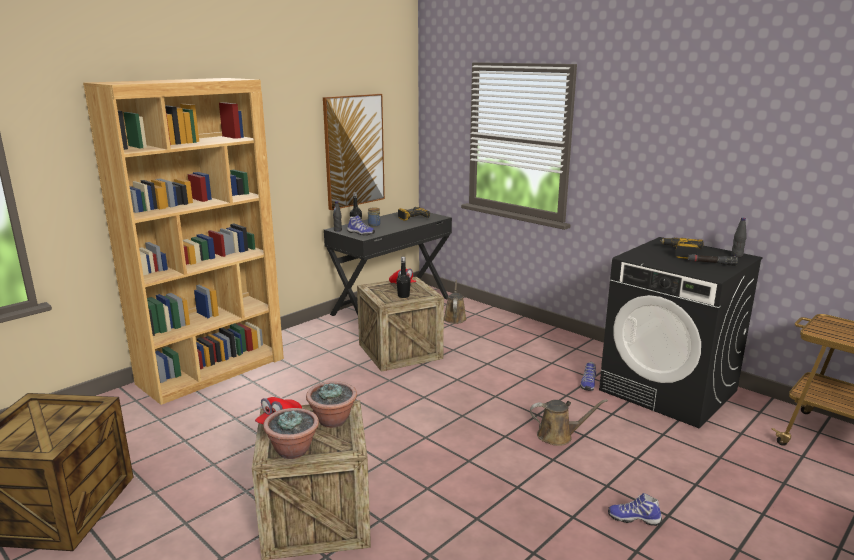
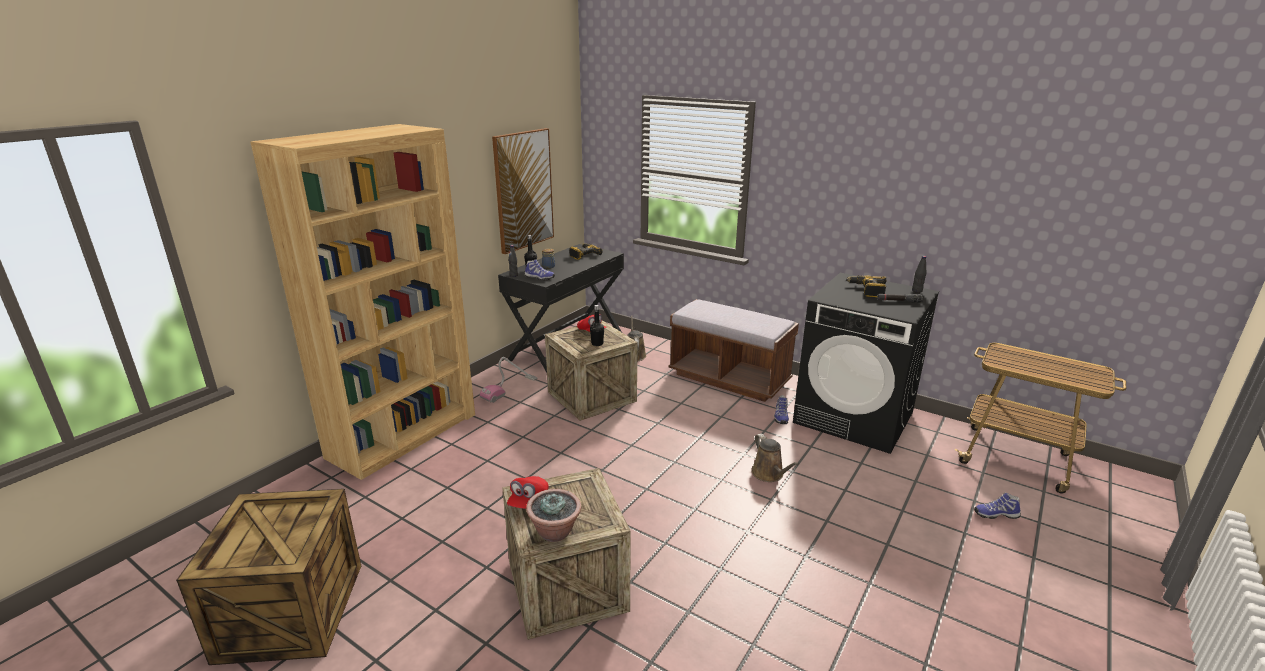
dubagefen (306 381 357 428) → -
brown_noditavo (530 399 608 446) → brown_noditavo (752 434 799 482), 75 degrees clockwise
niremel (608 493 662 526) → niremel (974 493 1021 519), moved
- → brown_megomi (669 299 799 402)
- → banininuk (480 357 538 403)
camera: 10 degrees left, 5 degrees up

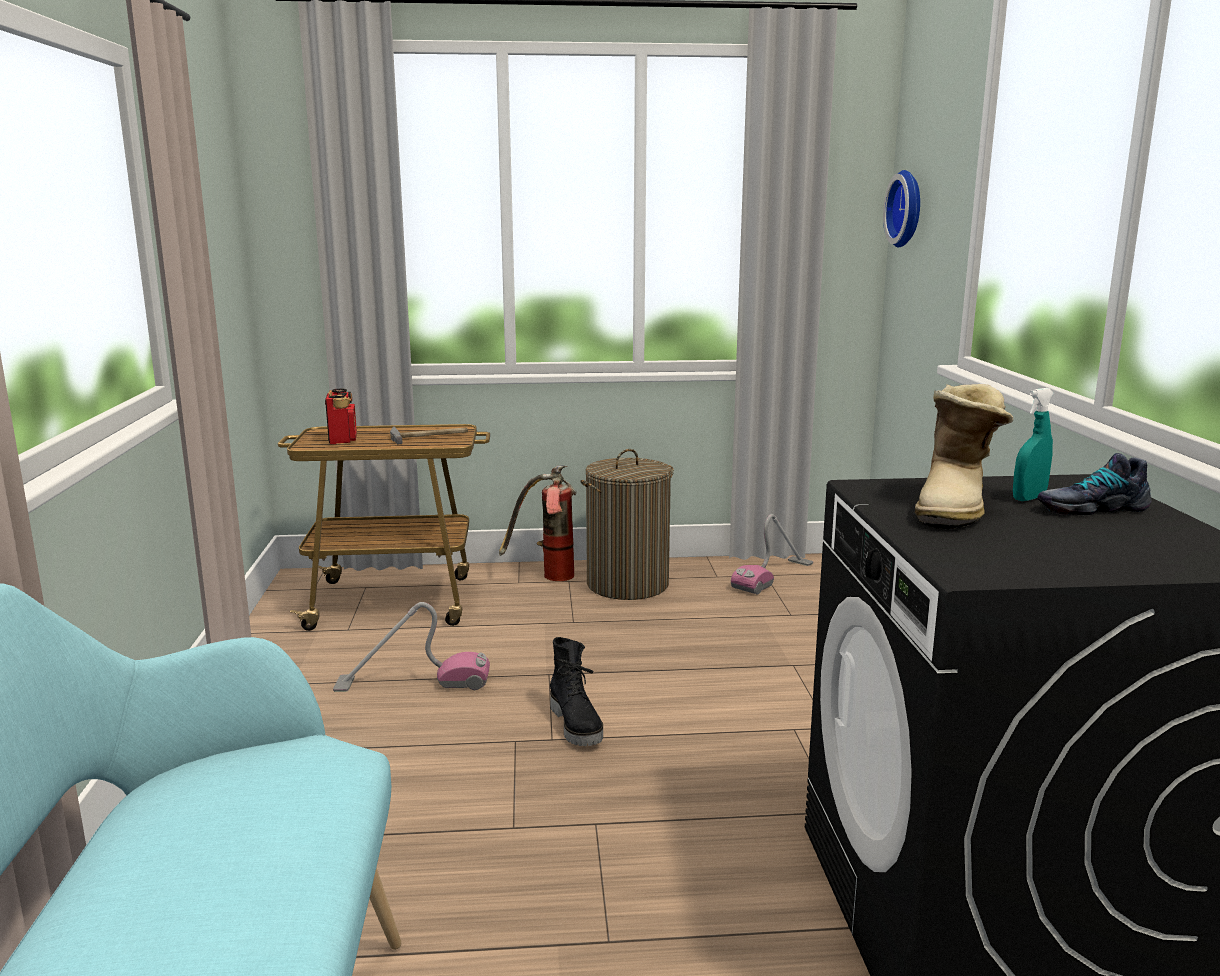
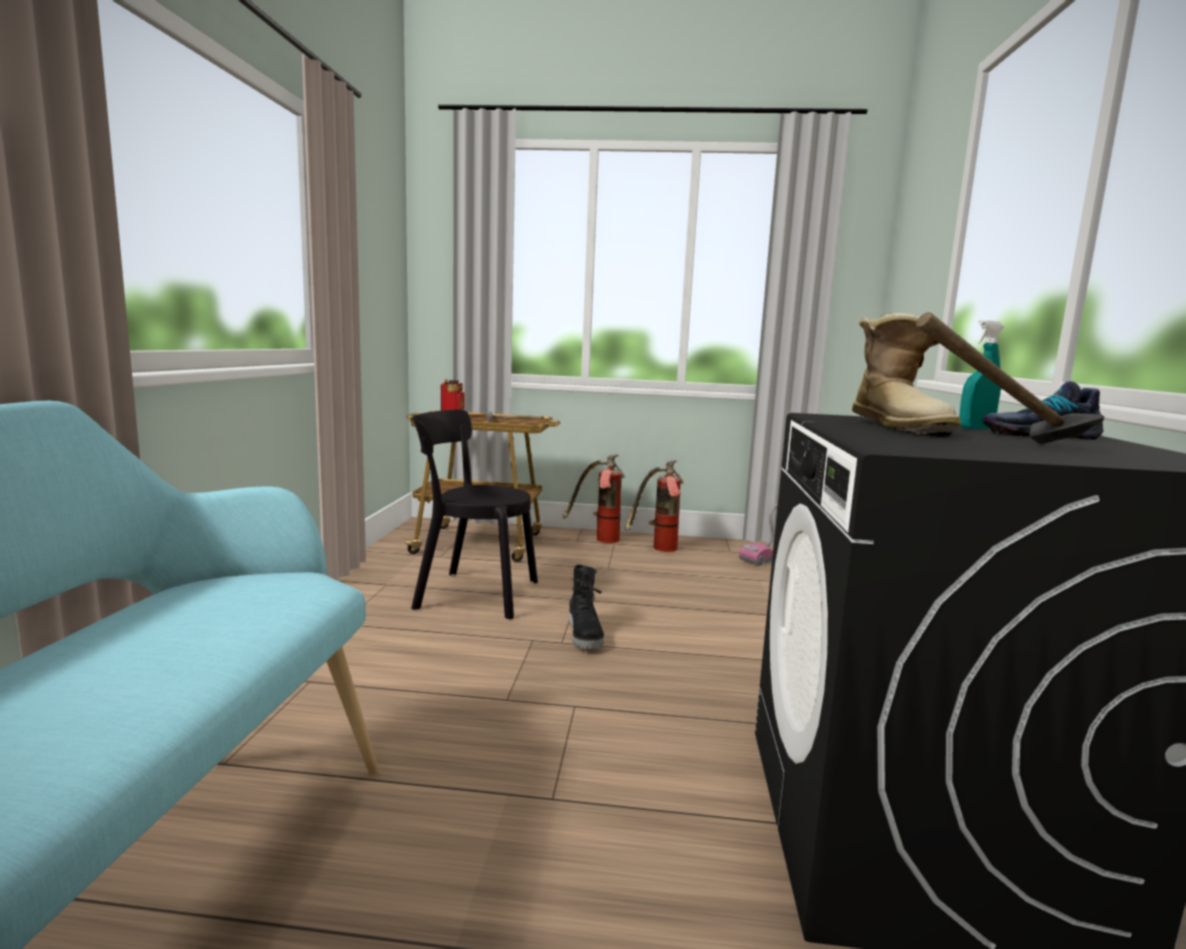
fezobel (883 170 920 247) → -
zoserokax (915 384 1013 530) → zoserokax (852 313 961 437), 45 degrees counterclockwise
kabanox (580 449 674 600) → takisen (625 460 683 552)
banininuk (333 602 490 692) → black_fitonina (411 409 538 619)
- → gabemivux (916 312 1104 444)
camera: 10 degrees right, 5 degrees down

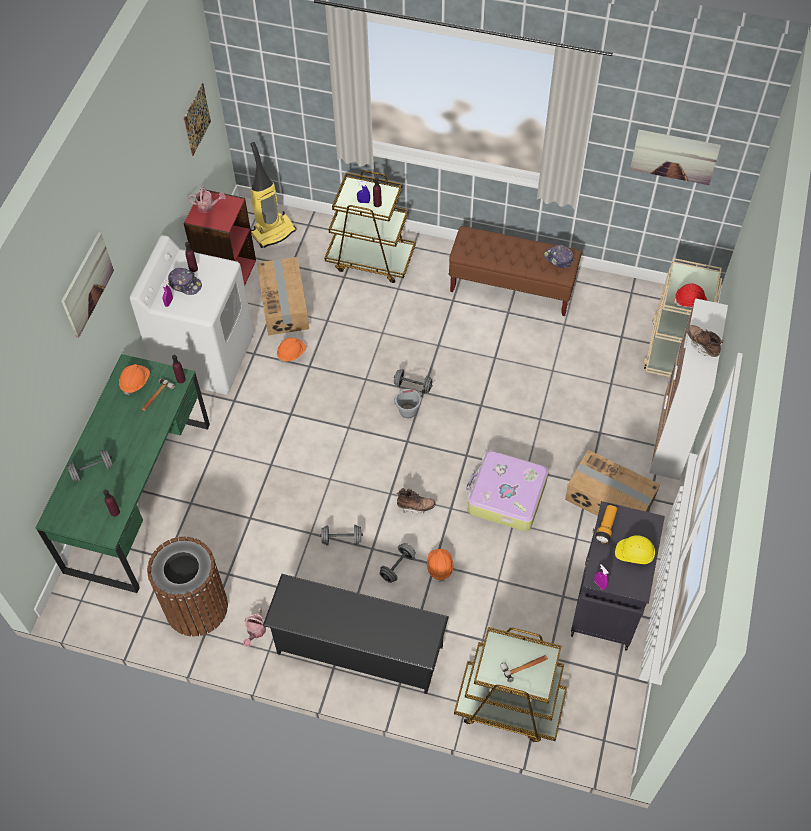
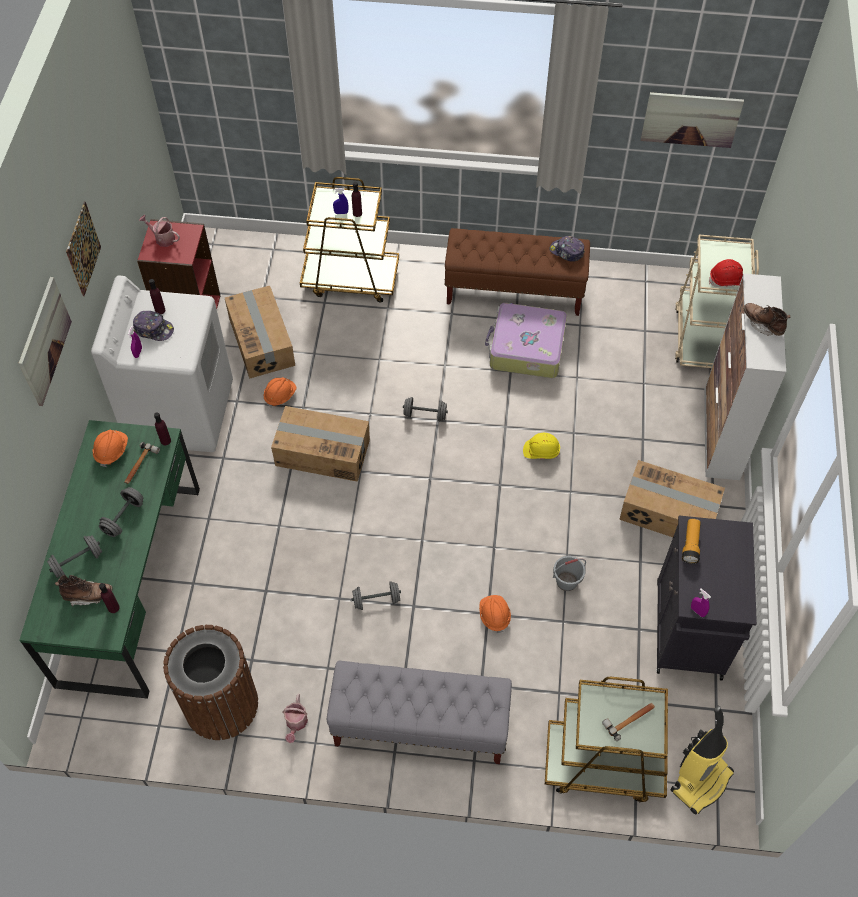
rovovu (184 83 211 156) → rovovu (66 202 101 296), moved
banininuk (250 142 296 248) → banininuk (670 706 734 815), moved
noditavo (187 187 226 213) → noditavo (139 215 180 247), 150 degrees counterclockwise
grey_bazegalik (394 389 422 418) → grey_bazegalik (553 556 586 591), moved
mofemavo (466 450 549 532) → mofemavo (485 303 567 378), moved
brown_zoserokax (397 488 436 513) → brown_zoserokax (55 575 113 607), moved
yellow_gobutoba (615 535 655 564) → yellow_gobutoba (523 433 560 459), moved
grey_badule (379 543 416 583) → grey_badule (99 487 143 537), moved
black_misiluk (263 574 449 694) → grey_megomi (327 661 512 764)
- → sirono (271 406 370 482)
camera: 10 degrees left, 0 degrees up

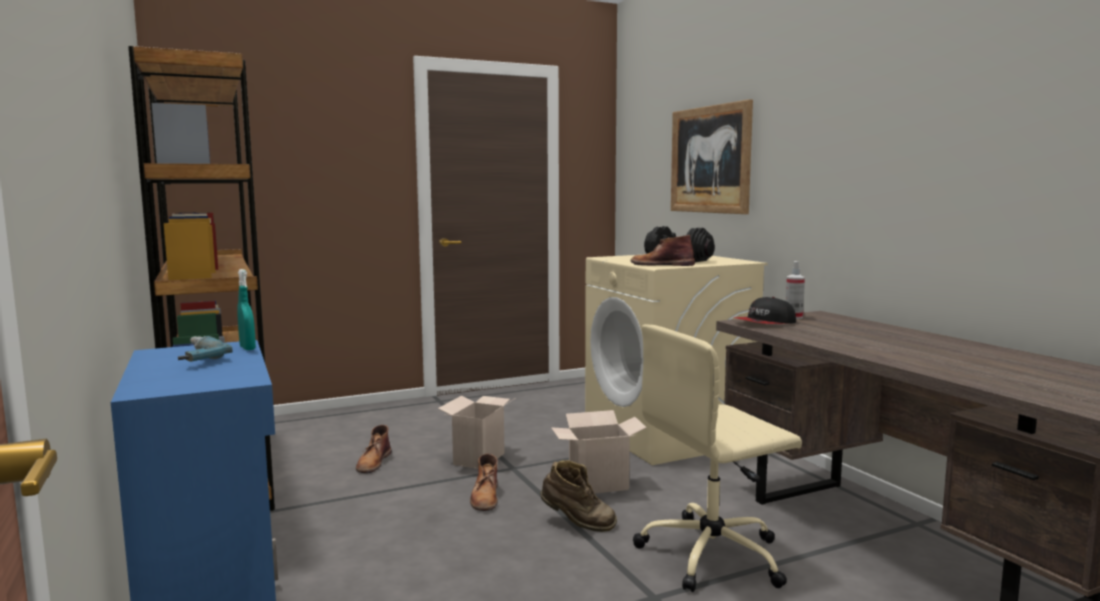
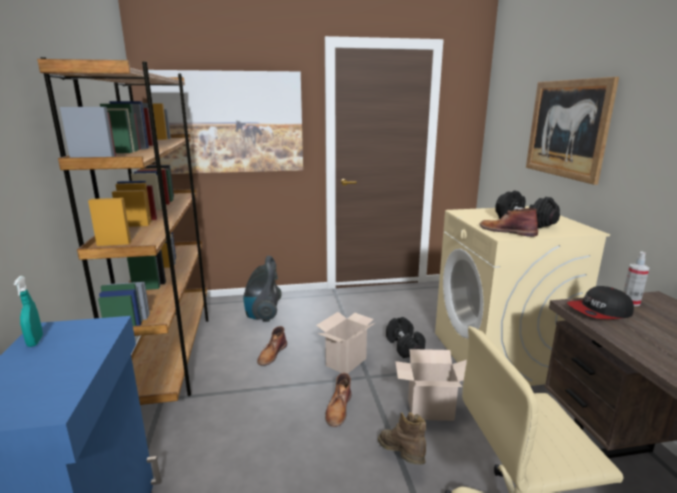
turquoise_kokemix (237 269 256 350) → turquoise_kokemix (13 276 43 347), moved
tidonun (178 336 232 362) → -
brown_zoserokax (540 460 617 532) → brown_zoserokax (378 412 426 465), 150 degrees counterclockwise
- → rovovu (148 70 303 174)
- → banininuk (243 256 282 322)
- → black_badule (386 317 426 358)
camera: 15 degrees right, 10 degrees up

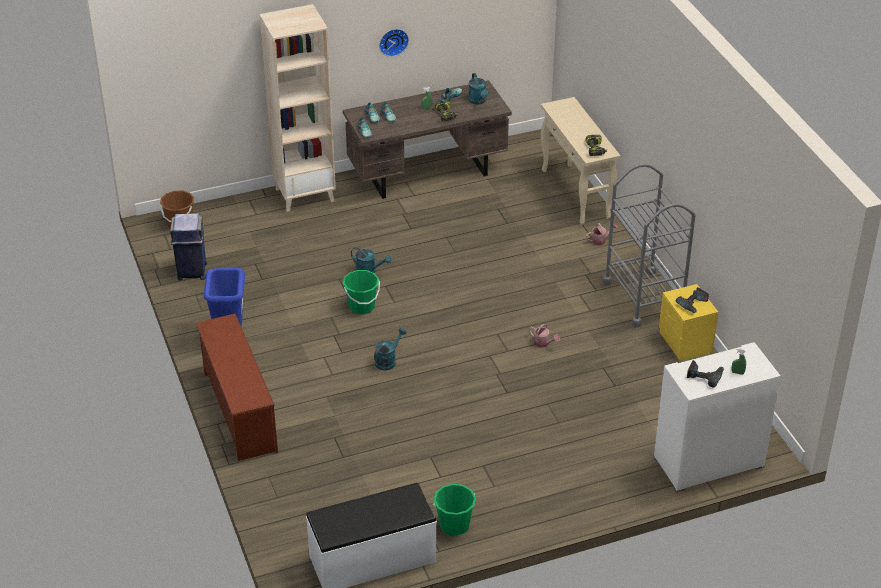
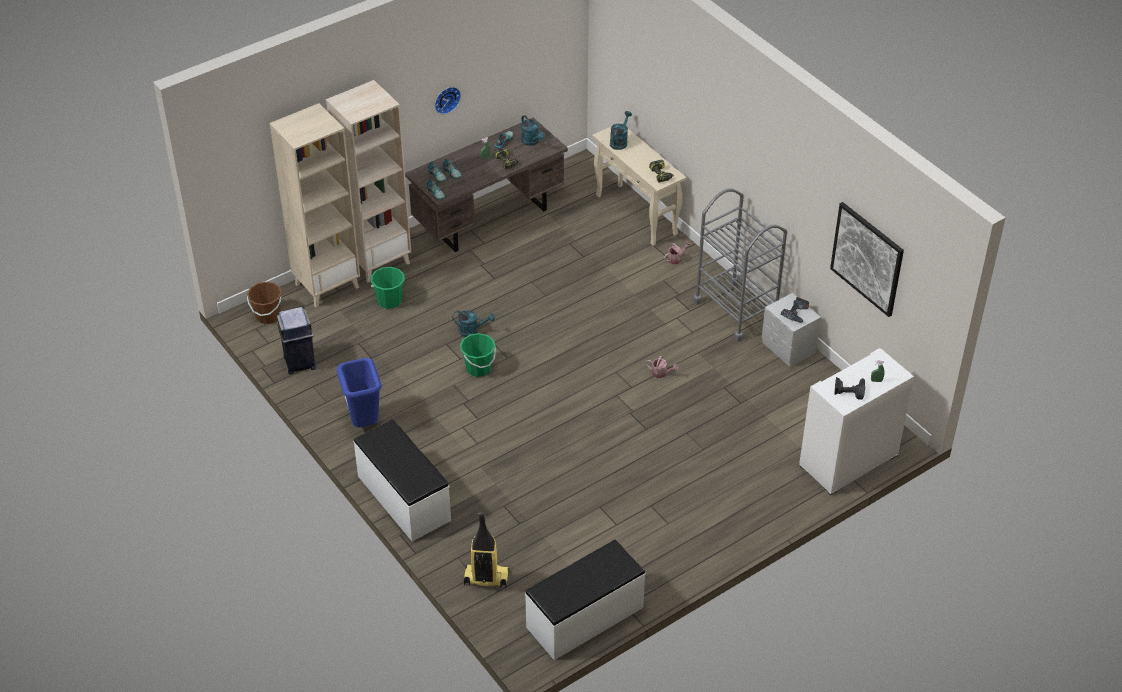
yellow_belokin (659 284 718 361) → grey_belokin (762 293 821 367)
brown_misiluk (196 314 278 461) → white_megomi (354 419 451 541)
turquoise_noditavo (374 328 406 370) → turquoise_noditavo (610 111 632 150), moved
green_bazegalik (433 484 476 536) → green_bazegalik (371 267 404 309), moved
- → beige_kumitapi (269 103 360 307)
- → rovovu (830 202 904 317)
- → banininuk (464 512 510 588)
camera: 15 degrees left, 5 degrees up

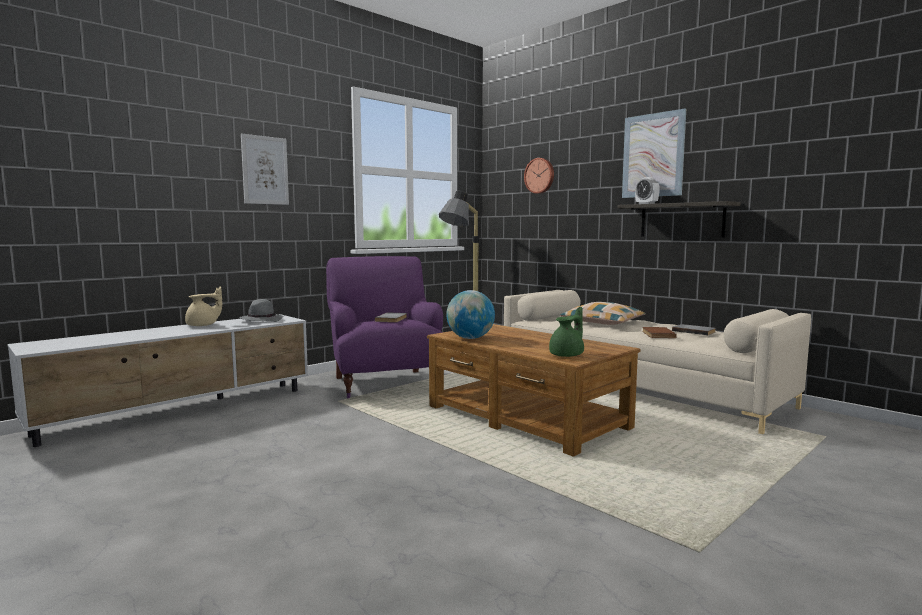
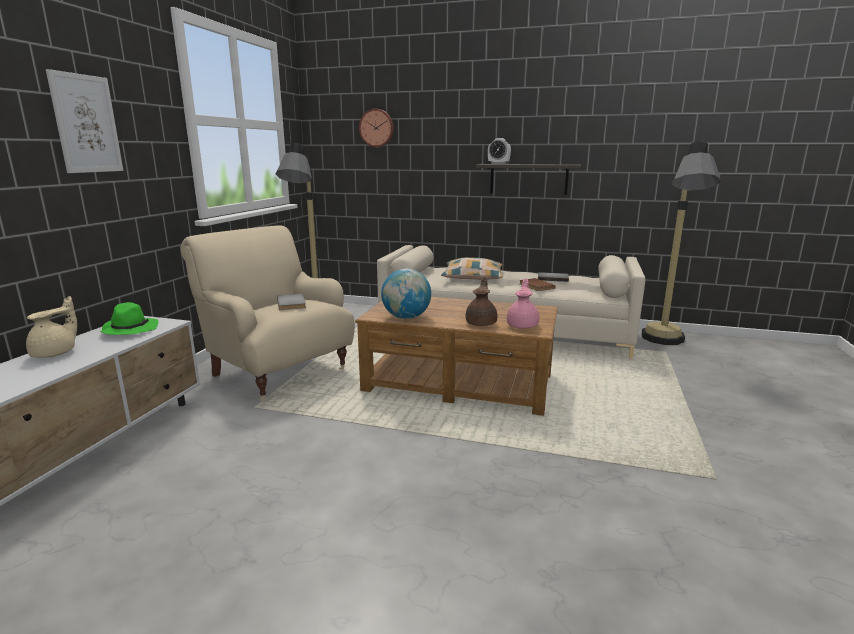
rovovu (622 108 686 198) → -
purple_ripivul (326 256 443 399) → beige_ripivul (181 225 355 401)
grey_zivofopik (239 299 283 322) → green_zivofopik (100 302 158 335)
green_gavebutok (549 307 584 357) → pink_gavebutok (507 278 539 329)
- → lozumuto (641 141 721 345)
- → brown_gavebutok (466 277 497 326)
camera: 30 degrees left, 10 degrees up

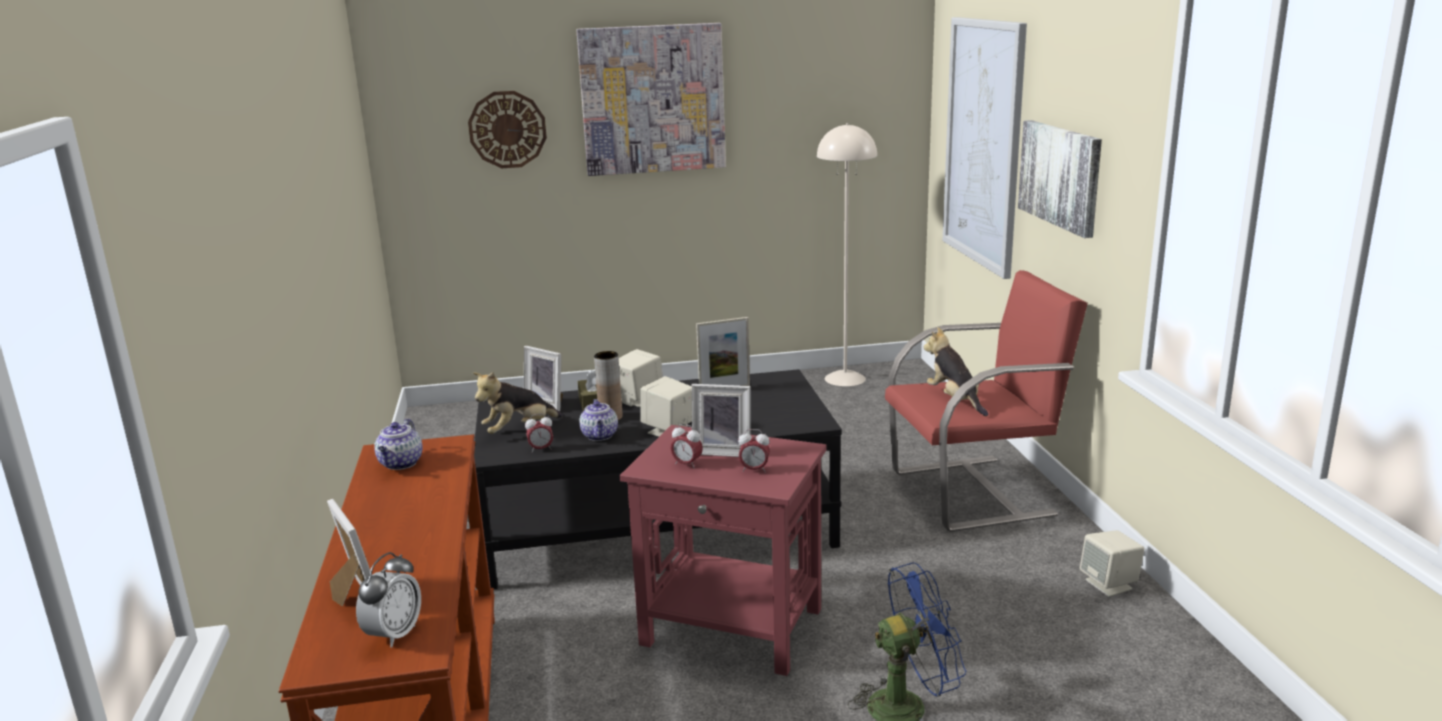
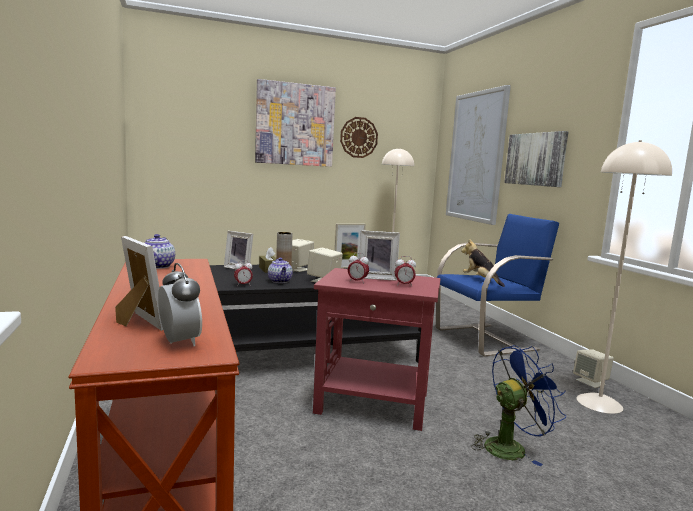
fezobel (468 91 547 168) → fezobel (340 117 378 158), moved
red_ripivul (885 270 1088 532) → blue_ripivul (436 214 559 356)
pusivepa (473 372 563 434) → -
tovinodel (356 552 421 648) → tovinodel (158 263 202 346), 45 degrees counterclockwise
- → beige_lozumuto (577 140 672 414)
camera: 10 degrees left, 10 degrees down

